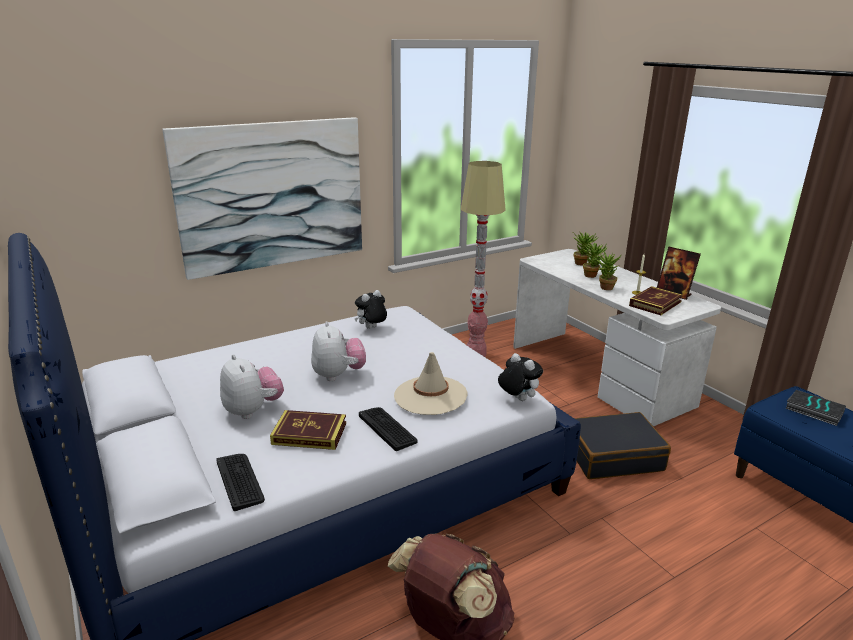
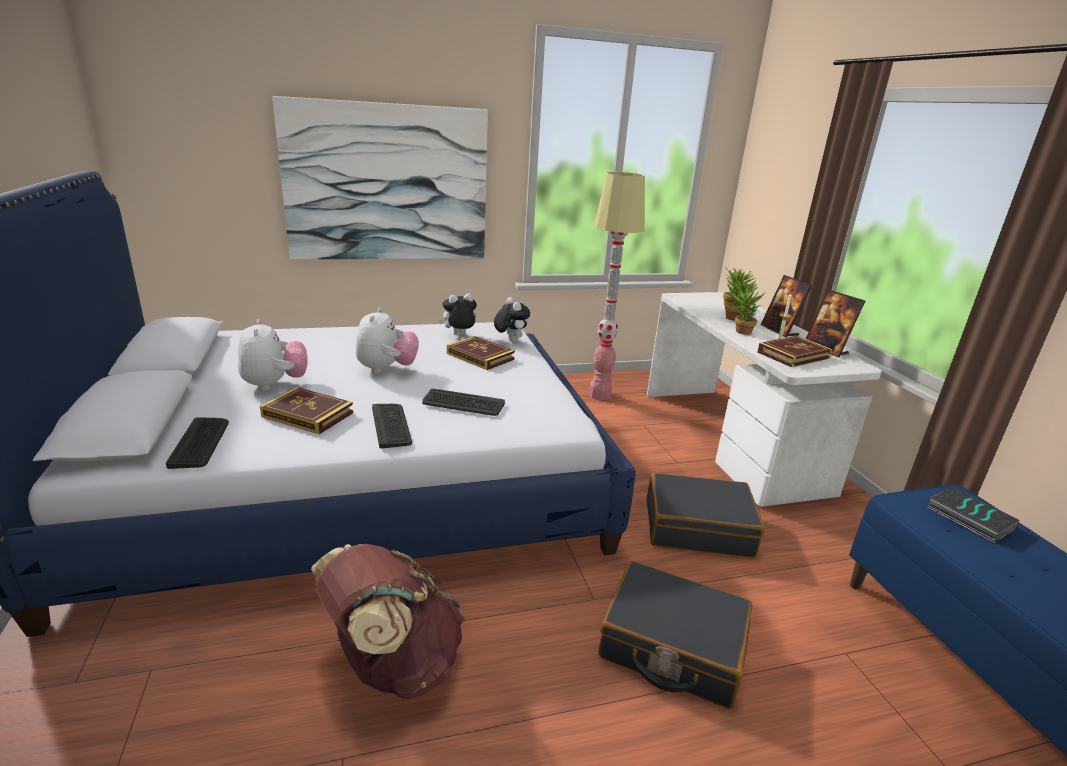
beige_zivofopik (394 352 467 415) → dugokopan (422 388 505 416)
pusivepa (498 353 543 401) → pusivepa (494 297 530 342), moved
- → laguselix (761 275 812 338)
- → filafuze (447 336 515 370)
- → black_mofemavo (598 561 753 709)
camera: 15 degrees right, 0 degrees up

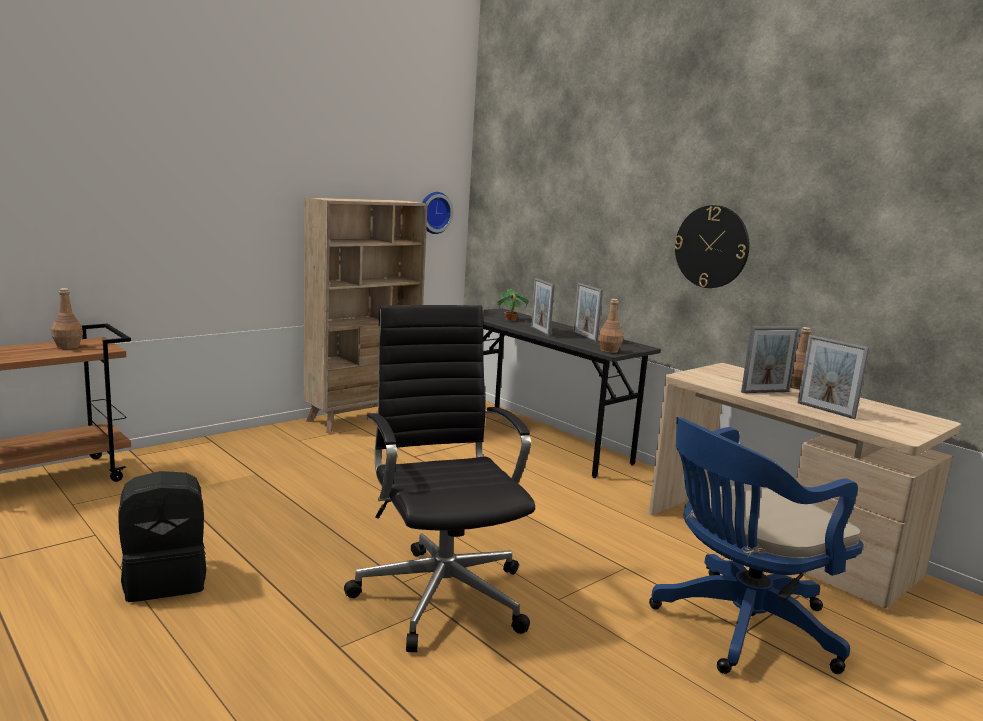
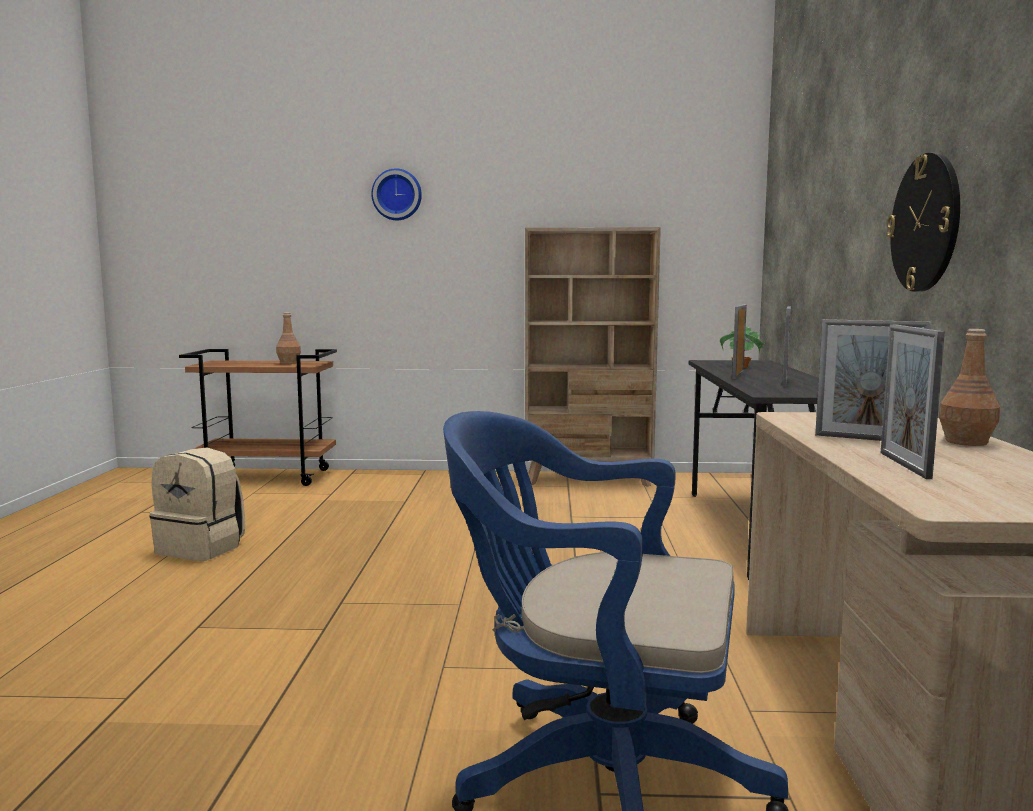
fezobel (422 192 453 234) → fezobel (371 168 422 220), moved
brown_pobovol (598 299 623 353) → -
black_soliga (344 305 535 652) → -
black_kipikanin (119 471 206 602) → beige_kipikanin (149 447 245 561)
camera: 45 degrees right, 5 degrees down

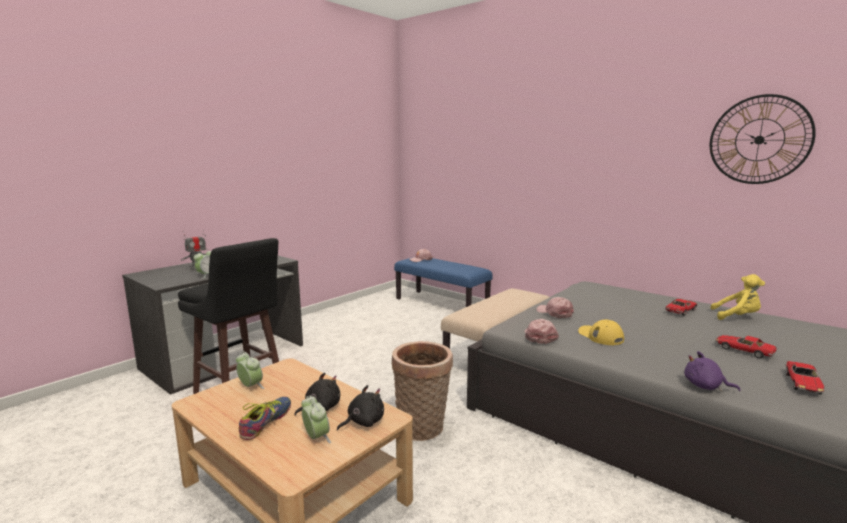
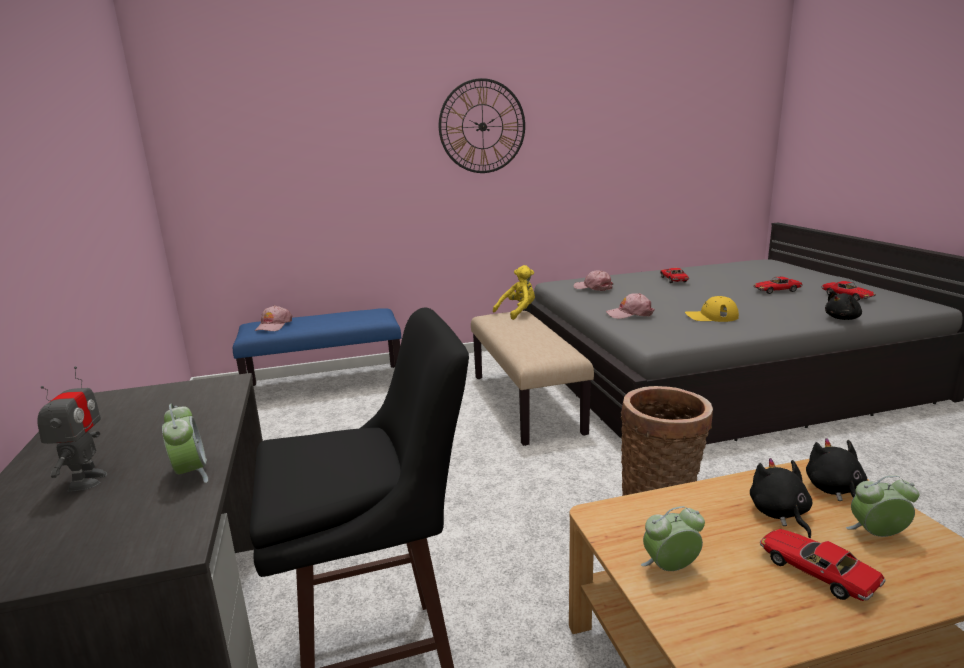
fezobel (710 94 816 184) → fezobel (439 78 525 173), moved
yellow_pusivepa (710 274 765 320) → yellow_pusivepa (493 265 535 320), moved
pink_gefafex (524 319 559 344) → pink_gefafex (574 270 613 291), moved
purple_pusivepa (684 351 741 392) → black_pusivepa (825 291 862 320)
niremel (239 397 291 440) → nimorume (760 529 885 601)
camera: 55 degrees left, 5 degrees up

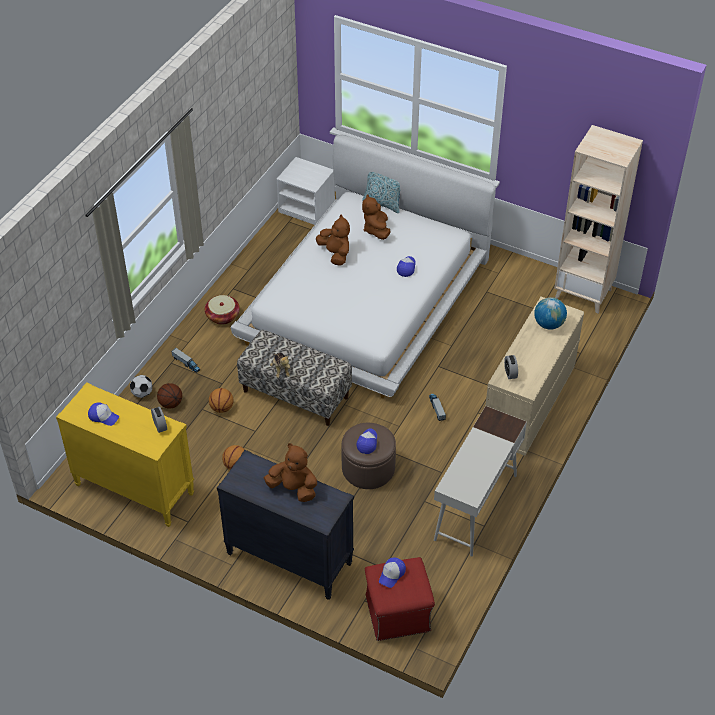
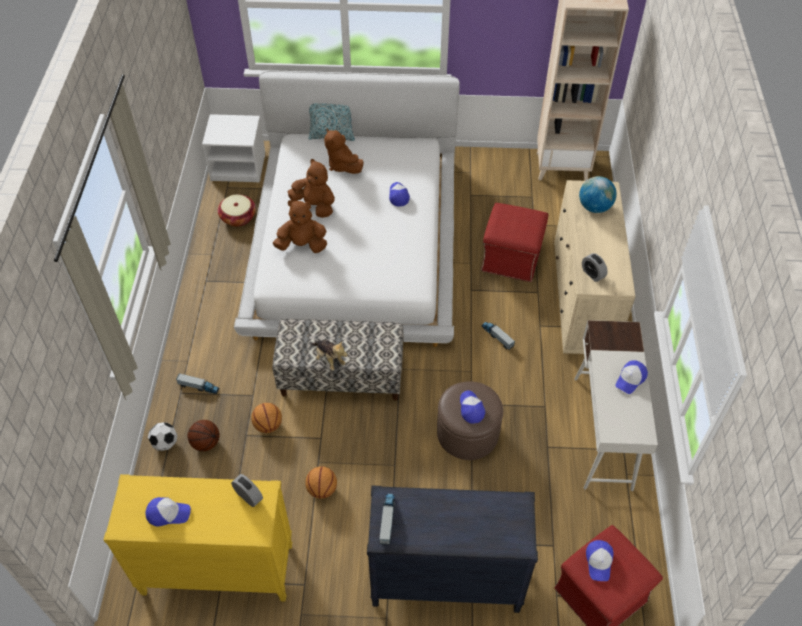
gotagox (205 295 240 325) → gotagox (218 195 256 227), moved
brown_pusivepa (264 443 317 502) → brown_pusivepa (273 200 327 253), moved
- → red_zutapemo (481 203 548 282)
- → gefafex (616 360 648 394)
- → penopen (379 494 395 545)
camera: 25 degrees left, 5 degrees up

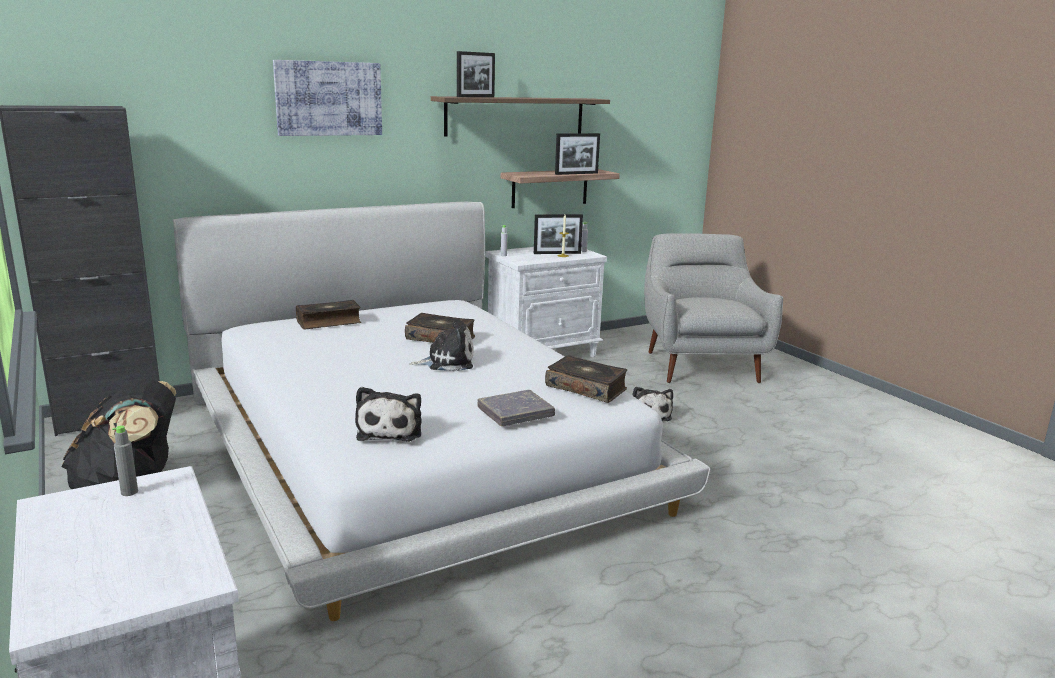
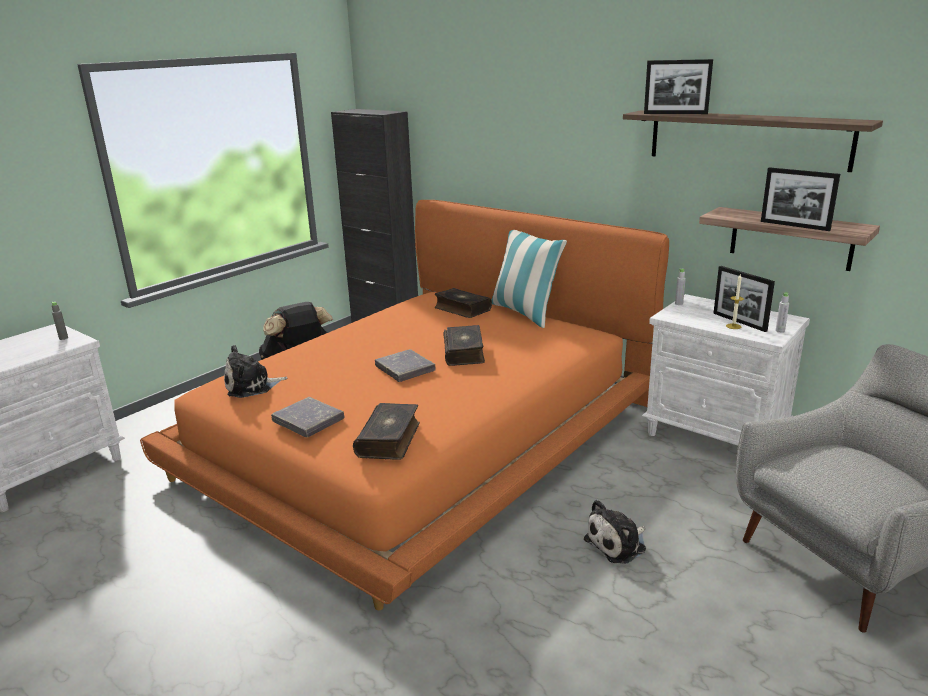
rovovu (273 60 382 136) → -
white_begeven (173 202 710 621) → orange_begeven (140 200 669 610)
pusivepa (409 321 474 372) → grey_filafuze (375 349 436 382)
- → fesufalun (491 230 567 328)
camera: 70 degrees right, 5 degrees up

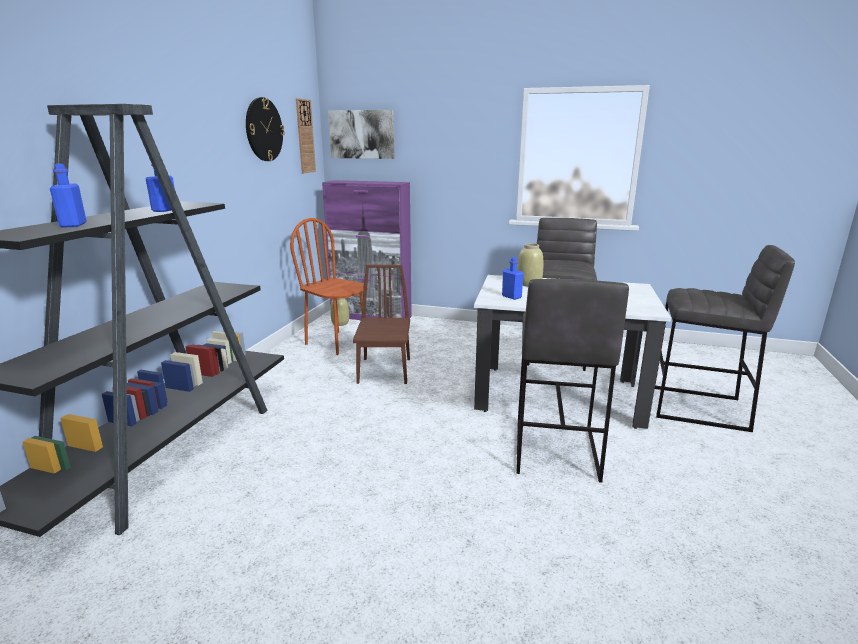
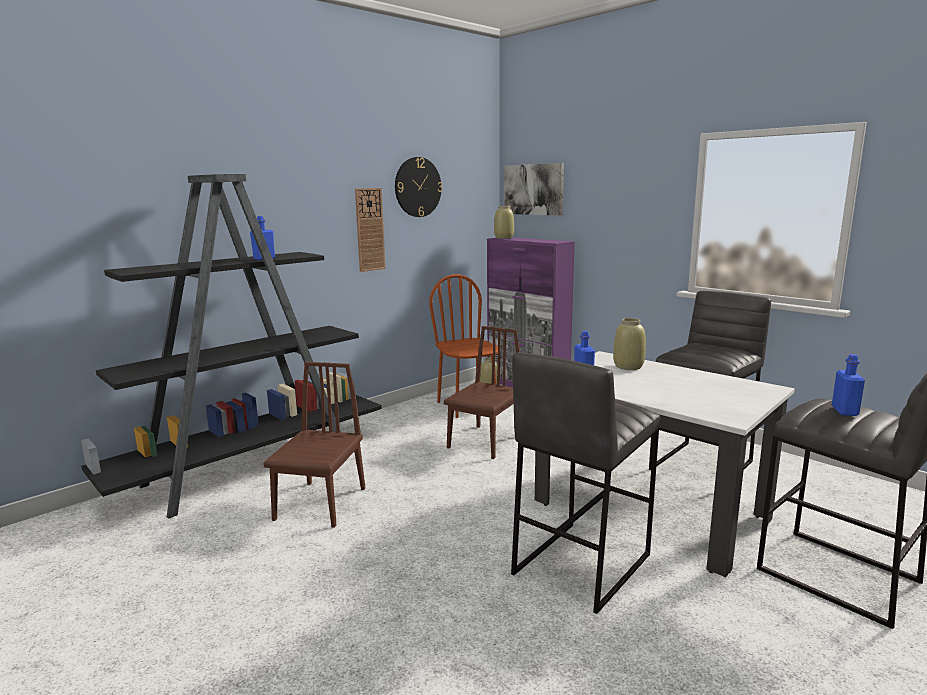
fezobel (296 98 316 173) → fezobel (355 188 386 272), moved
blue_pobovol (50 164 87 228) → blue_pobovol (832 354 865 416), moved
- → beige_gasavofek (494 206 514 239)
- → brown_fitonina (263 362 365 528)
camera: 30 degrees right, 5 degrees down

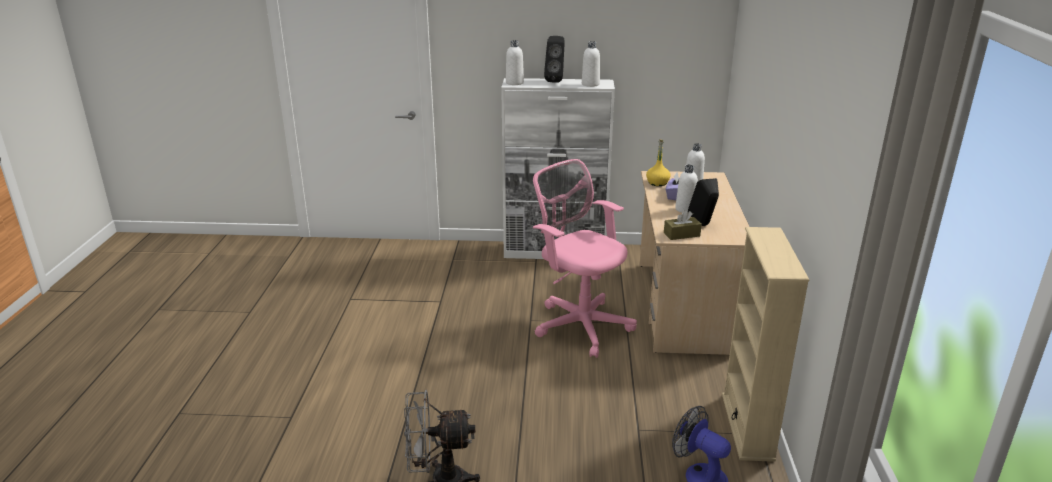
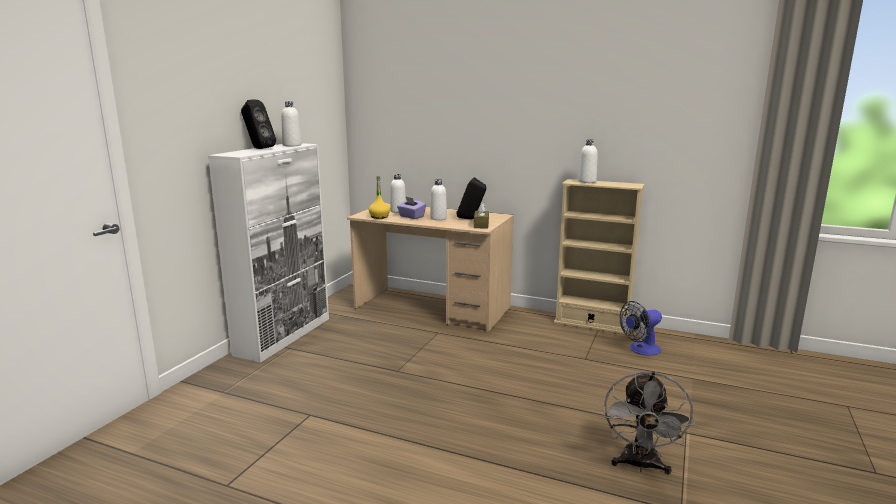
white_pobovol (506 40 524 85) → white_pobovol (578 139 598 183), moved
pink_soliga (533 159 637 358) → -
camera: 70 degrees left, 10 degrees down

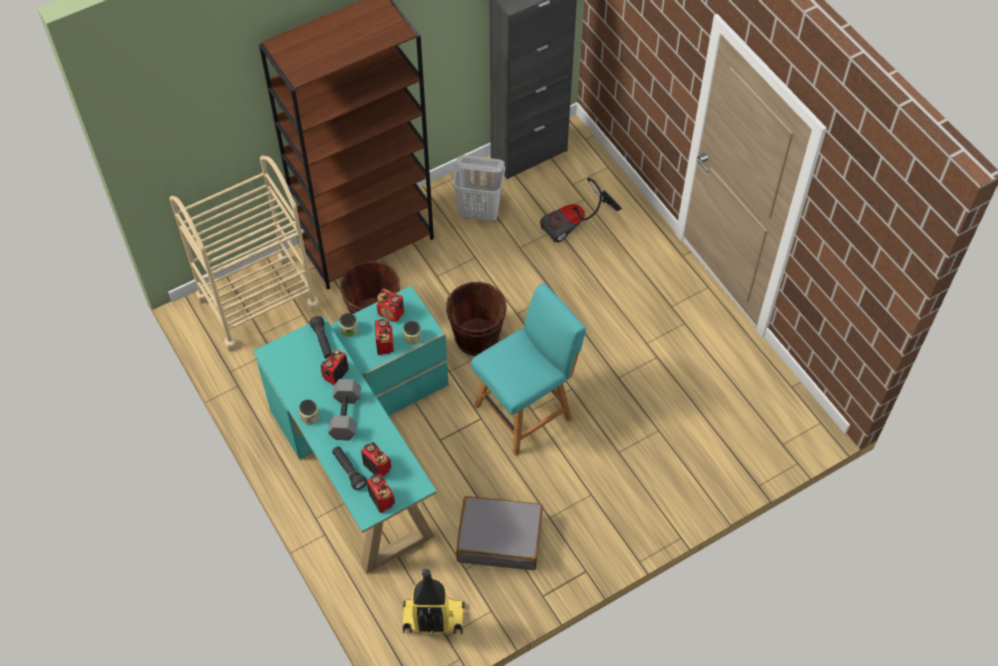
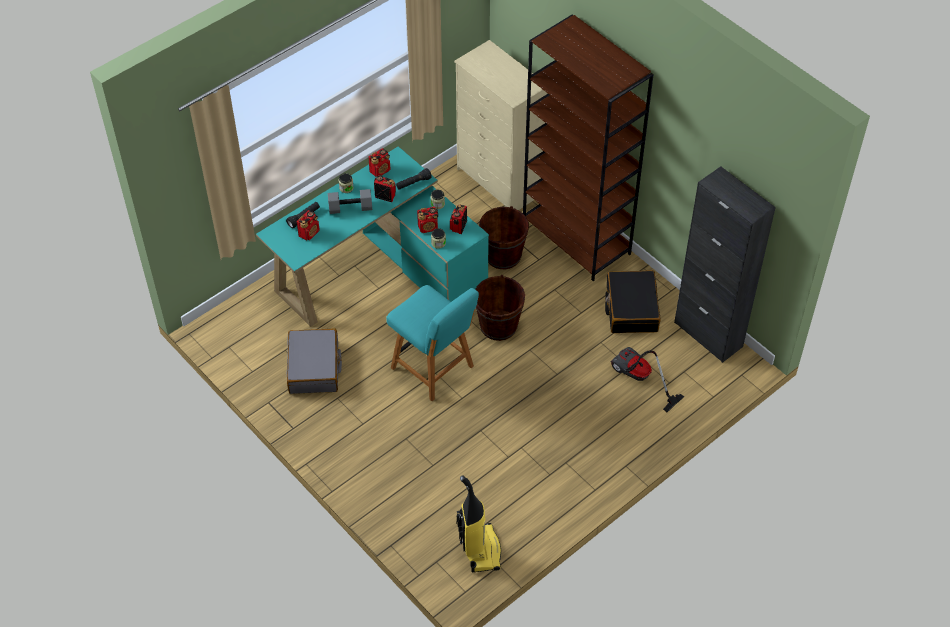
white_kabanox (453 155 505 222) → black_mofemavo (605 270 660 333)
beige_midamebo (169 156 320 352) → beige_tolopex (454 40 548 210)
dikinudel (367 474 395 513) → dikinudel (368 148 390 177), moved
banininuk (403 569 464 635) → banininuk (456 475 501 572), moved
camera: 80 degrees right, 5 degrees down

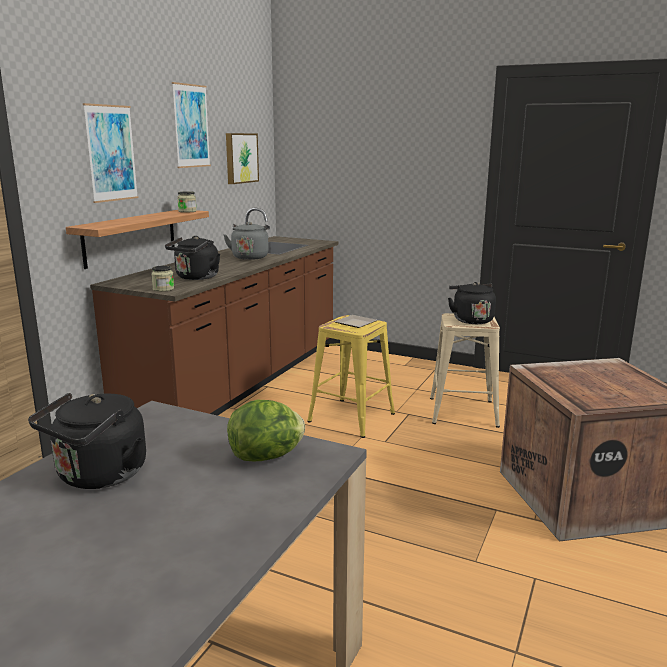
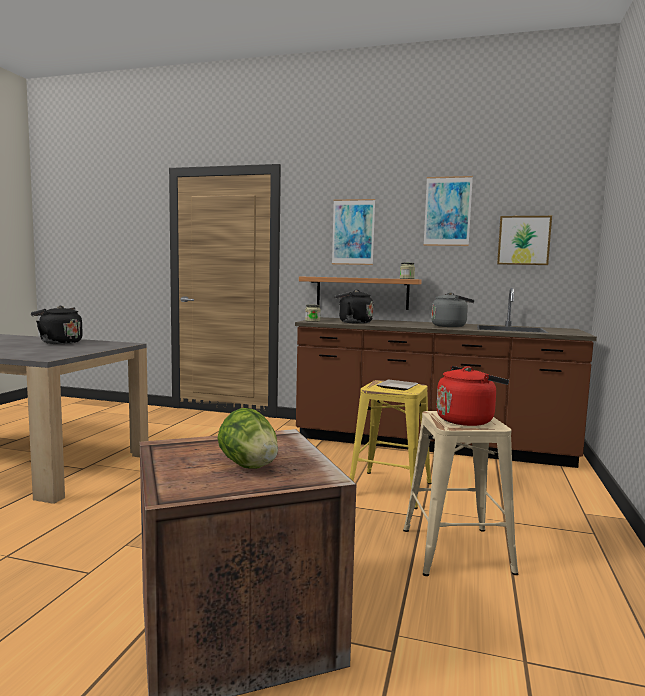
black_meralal (448 282 496 324) → red_meralal (436 366 509 426)
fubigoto (227 400 305 461) → fubigoto (217 408 278 469), moved
camera: 80 degrees right, 10 degrees down

